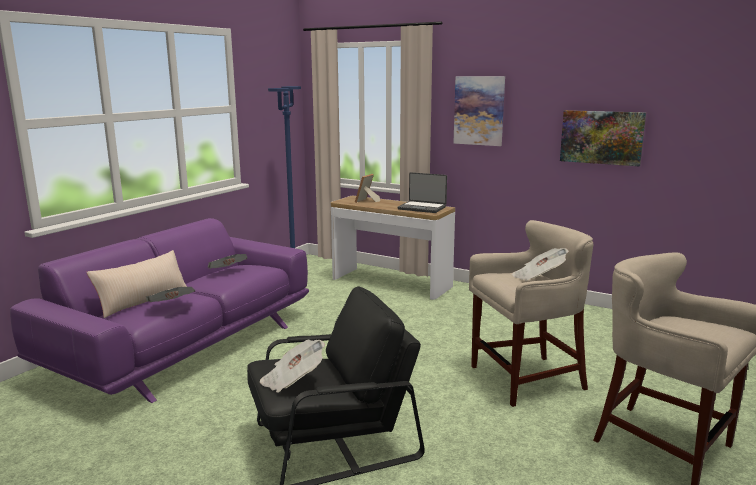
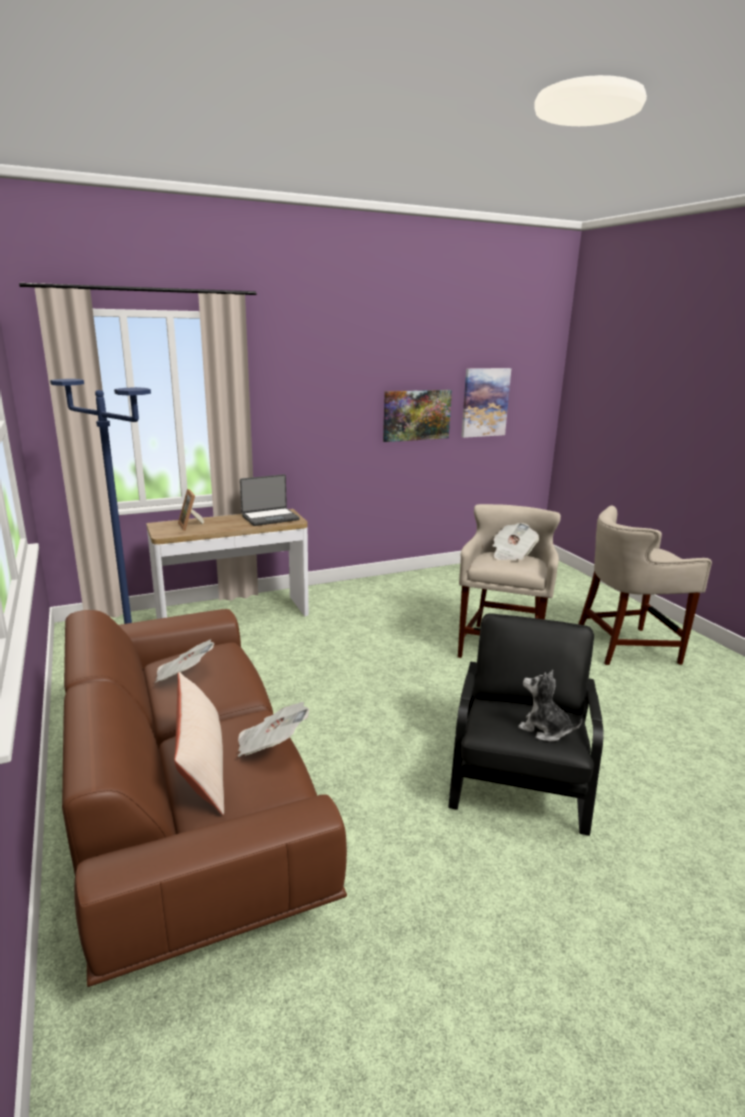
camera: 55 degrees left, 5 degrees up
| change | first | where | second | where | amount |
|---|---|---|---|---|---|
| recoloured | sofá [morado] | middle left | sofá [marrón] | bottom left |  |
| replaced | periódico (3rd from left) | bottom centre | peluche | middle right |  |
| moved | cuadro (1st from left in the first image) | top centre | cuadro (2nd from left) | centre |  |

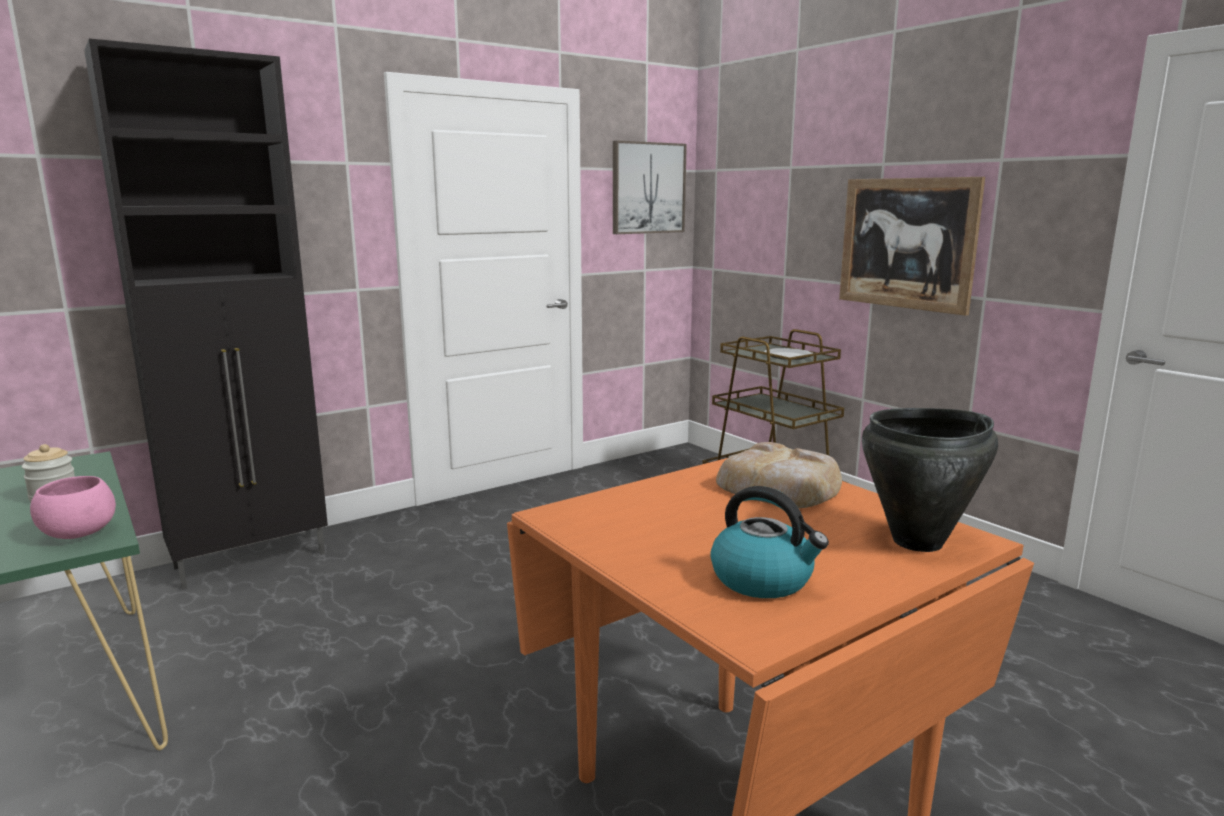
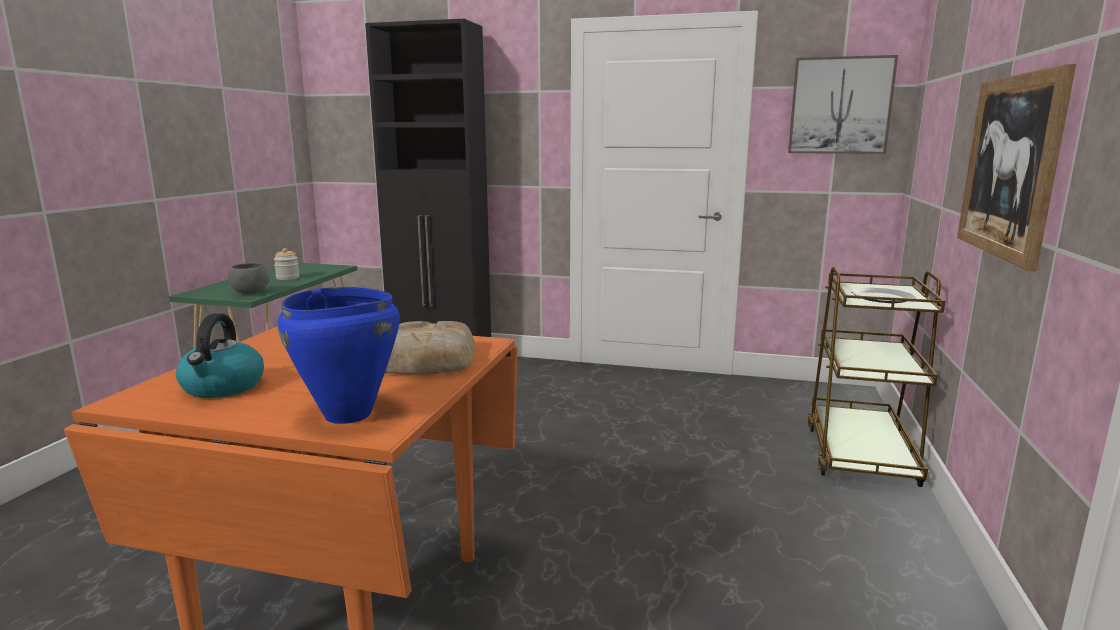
camera: 50 degrees right, 0 degrees up
| change | first | where | second | where | amount |
|---|---|---|---|---|---|
| recoloured | cuenco [rosa] | middle left | cuenco [gris] | middle left |  |
| recoloured | olla [negro] | middle right | olla [azul] | middle left |  |

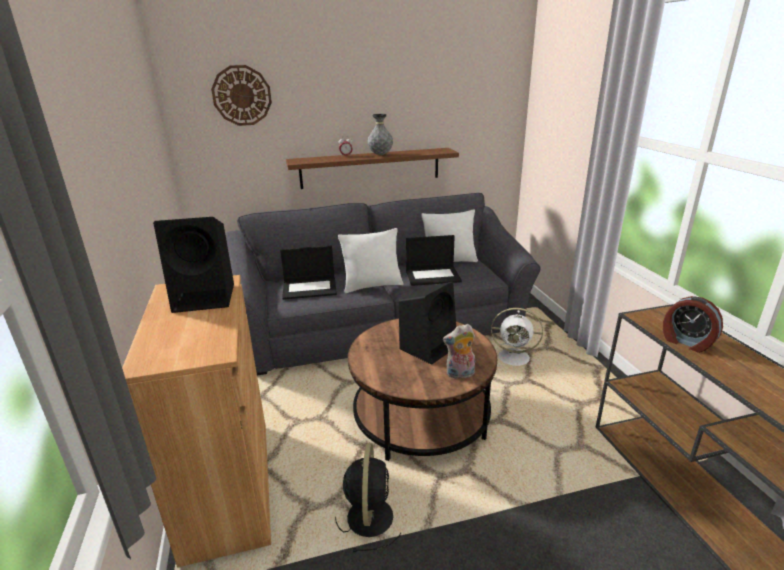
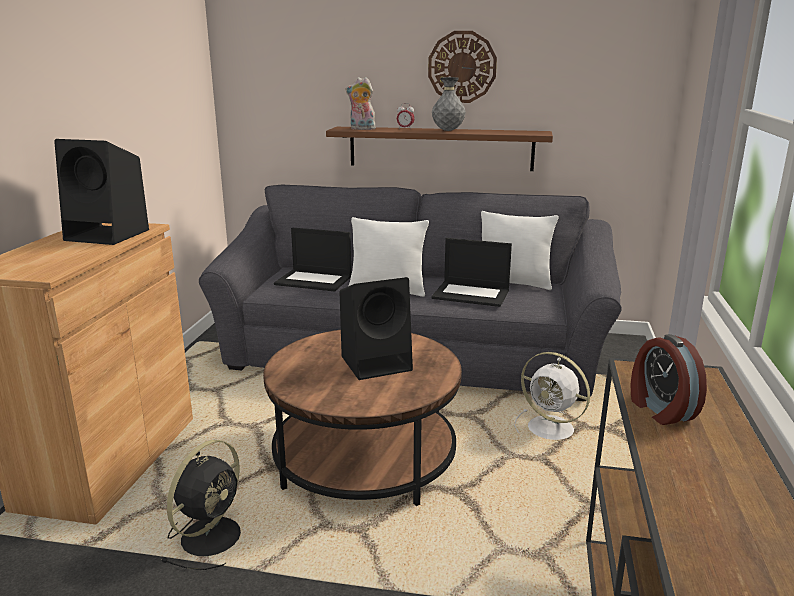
camera: 25 degrees right, 5 degrees down
| change | first | where | second | where | amount |
|---|---|---|---|---|---|
| moved | reloj de pared | top left |  | top centre |  |
| moved | peluche | centre |  | top centre |  |

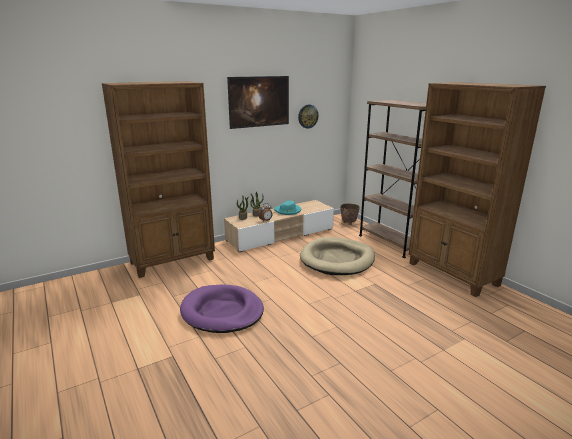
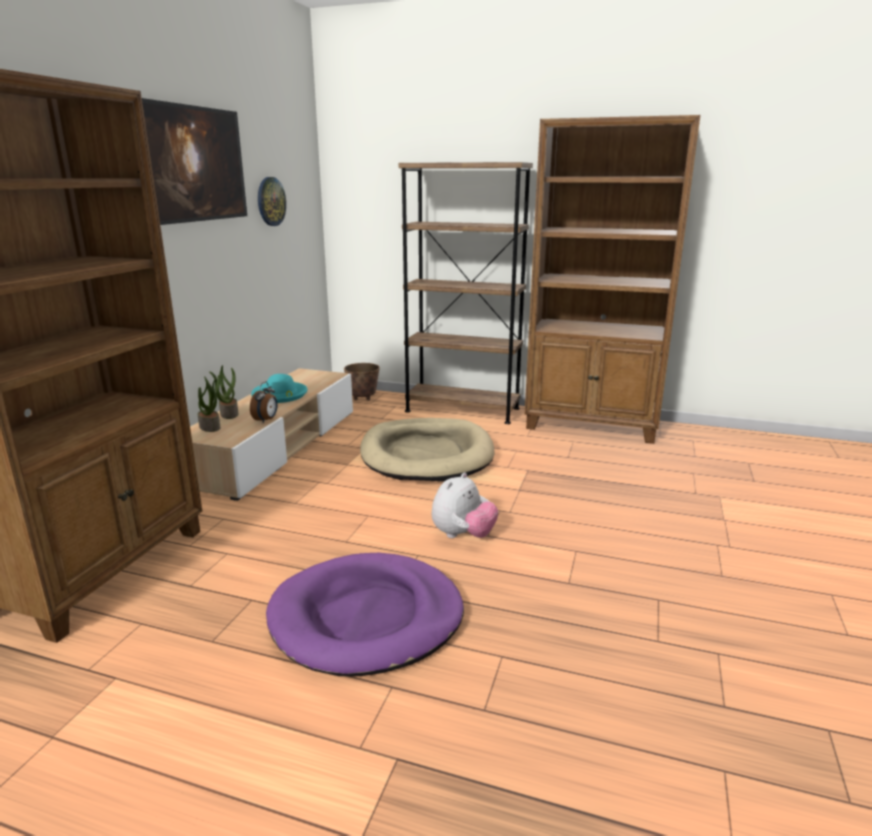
camera: 40 degrees left, 0 degrees up
| change | first | where | second | where | amount |
|---|---|---|---|---|---|
| added |  |  | peluche | centre |  |

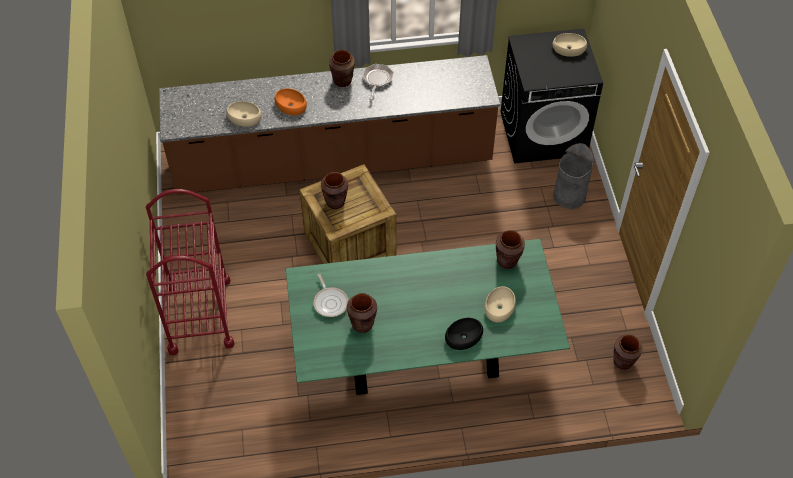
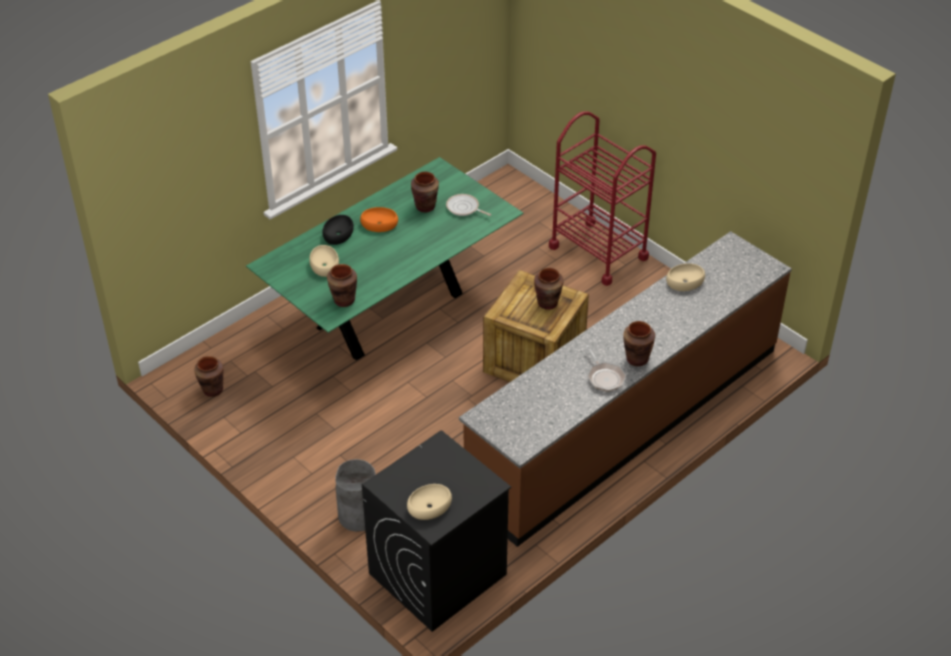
camera: 145 degrees right, 10 degrees down
| change | first | where | second | where | amount |
|---|---|---|---|---|---|
| moved | cuenco [naranja] | top centre |  | centre |  |

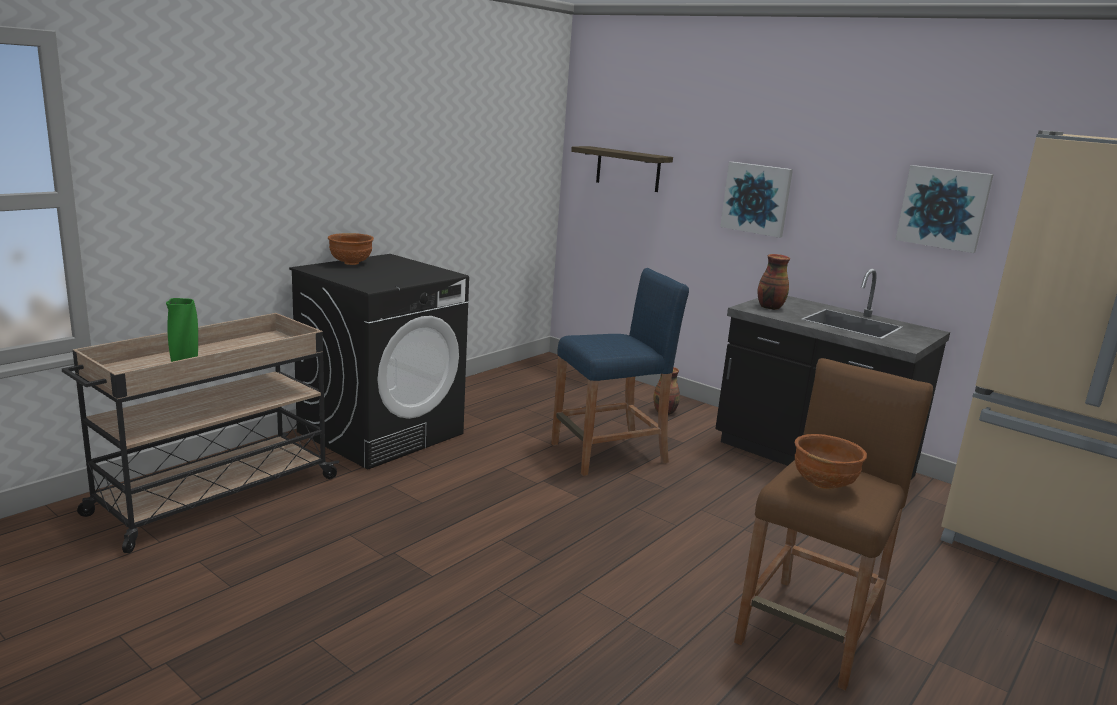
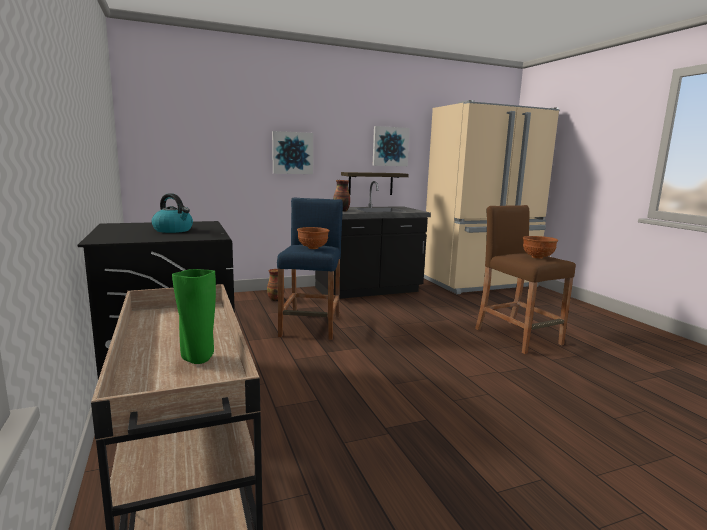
camera: 60 degrees left, 5 degrees down
| change | first | where | second | where | amount |
|---|---|---|---|---|---|
| moved | cuenco [marrón] (1st from left) | middle left |  | centre |  |
| moved | estante | top centre |  | centre |  |
| added |  |  | hervidor | middle left |  |

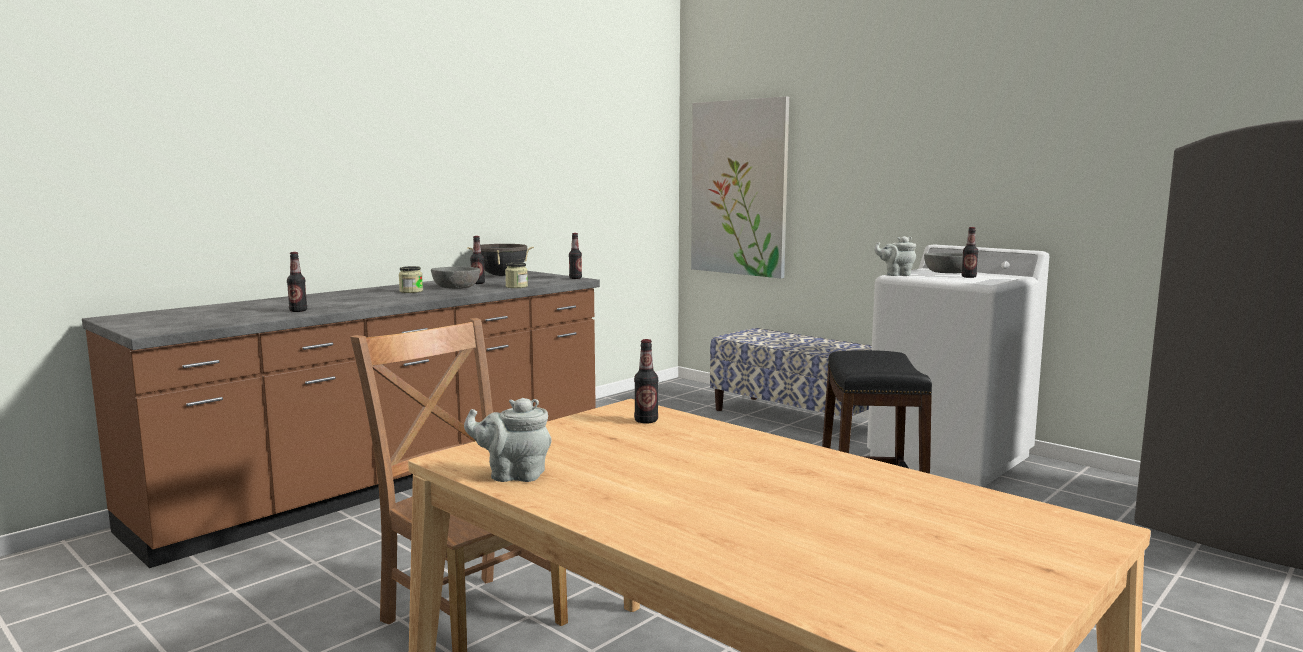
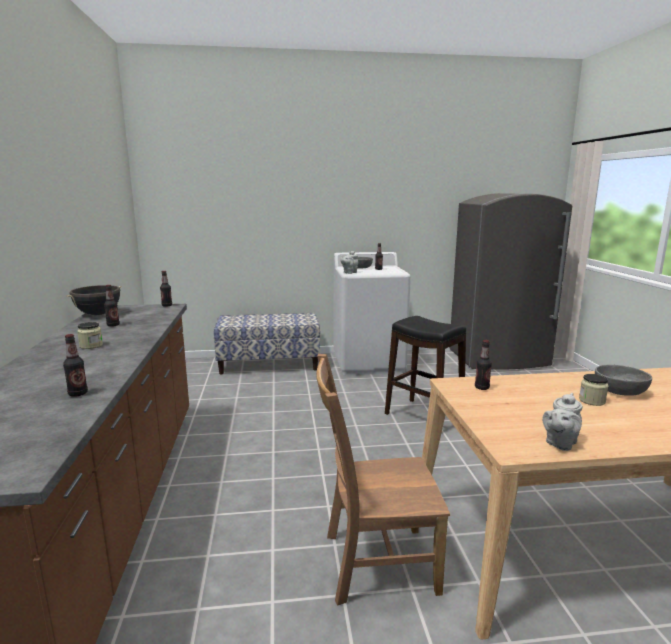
camera: 50 degrees left, 5 degrees up
| change | first | where | second | where | amount |
|---|---|---|---|---|---|
| moved | cuenco [gris] (1st from left in the first image) | centre | cuenco [gris] (2nd from left) | middle right |  |
| moved | tarro (2nd from left) | centre |  | middle right |  |
| removed | cuadro | top centre |  |  |  |

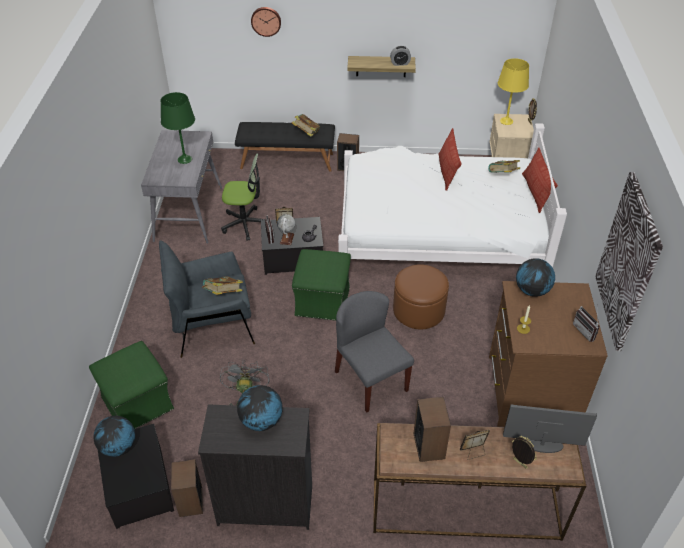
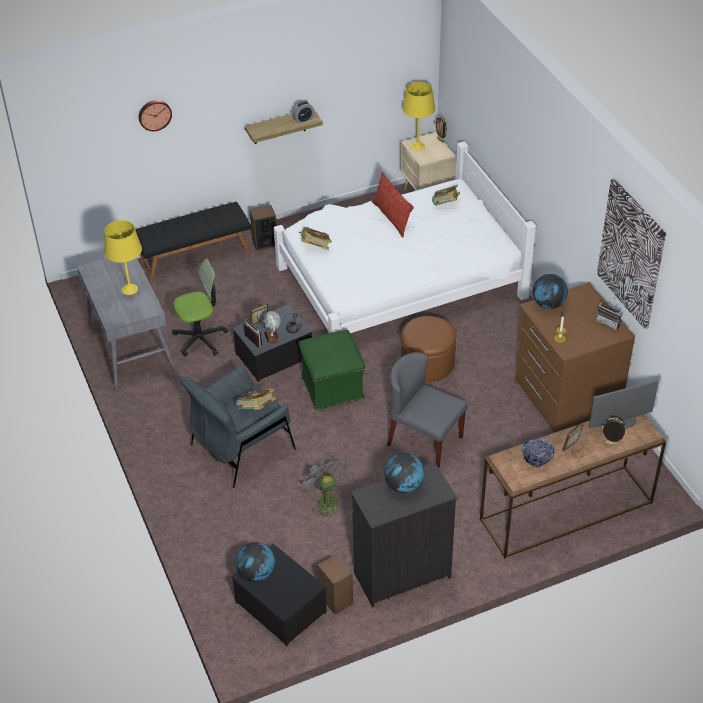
camera: 25 degrees left, 0 degrees up
| change | first | where | second | where | amount |
|---|---|---|---|---|---|
| removed | puf [verde] (1st from left) | bottom left |  |  |  |
| recoloured | lámpara de mesa [verde] | top left | lámpara de mesa [amarillo] (1st from left) | middle left |  |
| moved | libro (2nd from left) | top centre |  | centre |  |
| replaced | altavoz (3rd from left) | bottom centre | cuenco | middle right |  |
| removed | cojín (2nd from left) | top right |  |  |  |

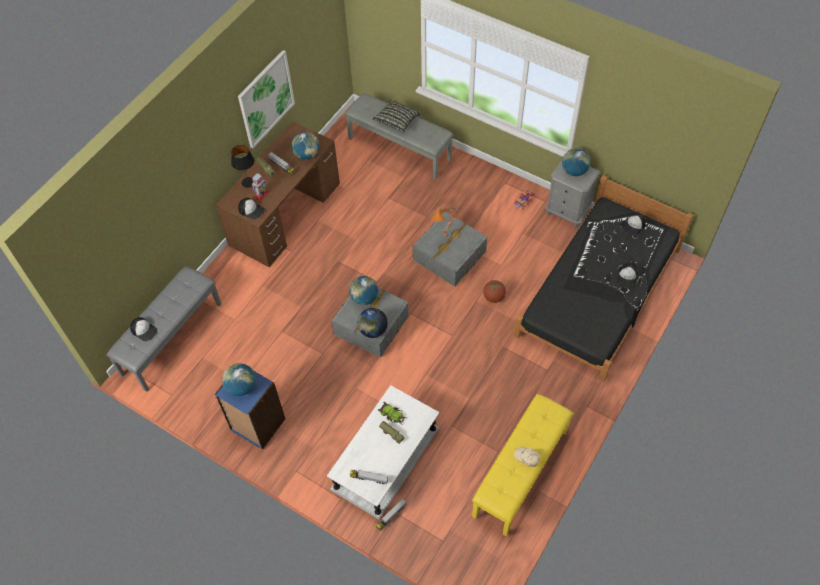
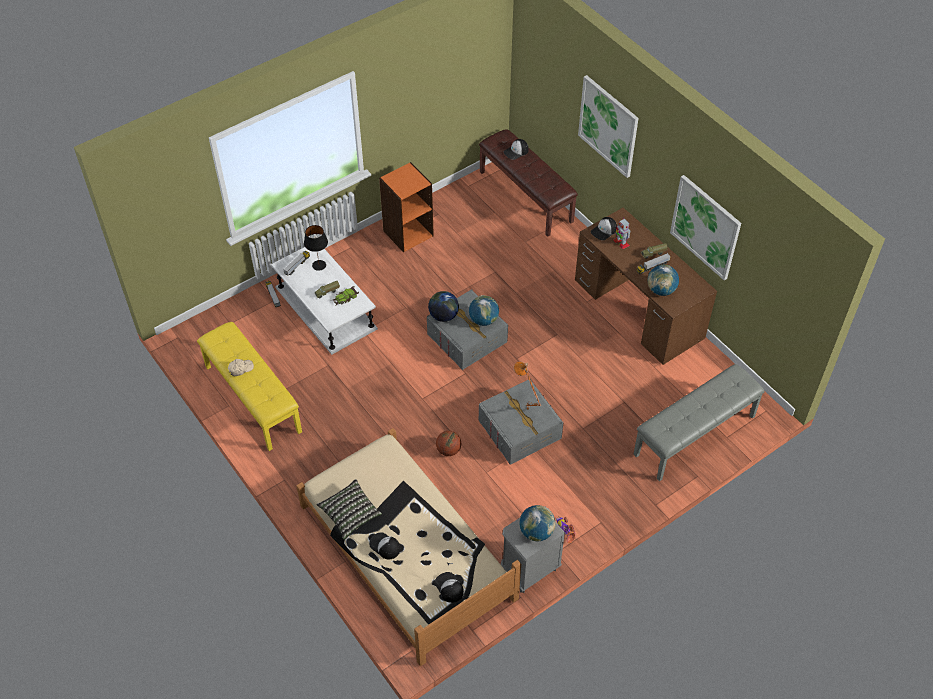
camera: 110 degrees right, 5 degrees down
| change | first | where | second | where | amount |
|---|---|---|---|---|---|
| recoloured | banco [gris] (1st from left) | middle left | banco [marrón] | top centre |  |
| recoloured | estantería [azul] | bottom left | estantería [naranja] | top centre |  |
| removed | globo terráqueo (1st from left) | middle left |  |  |  |
| moved | lámpara de mesa [negro] | top left |  | centre |  |
| moved | cojín | top centre |  | bottom centre |  |
| recoloured | cama [negro] | middle right | cama [beis] | bottom centre |  |
| added |  |  | cuadro (1st from left) | top centre |  |

